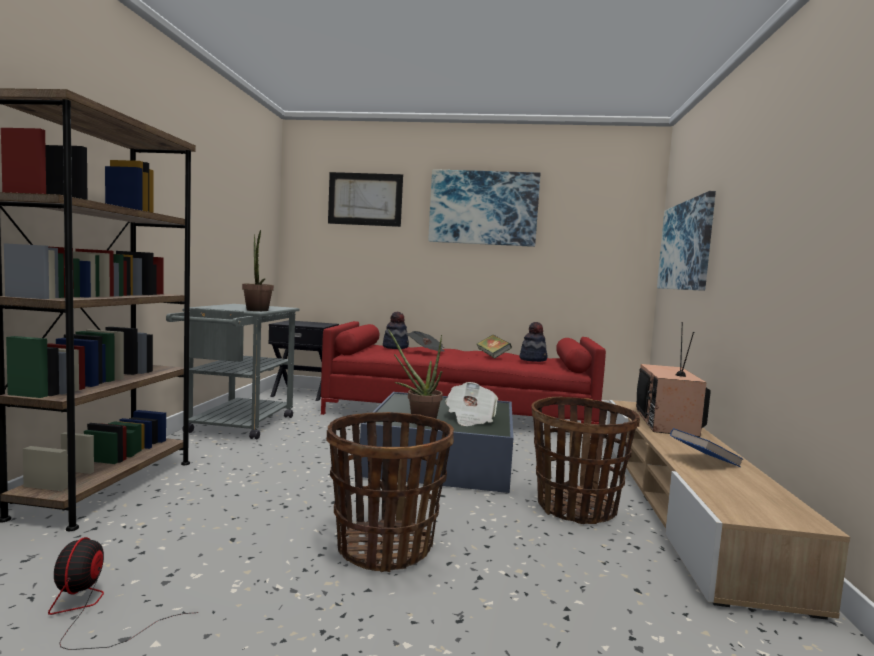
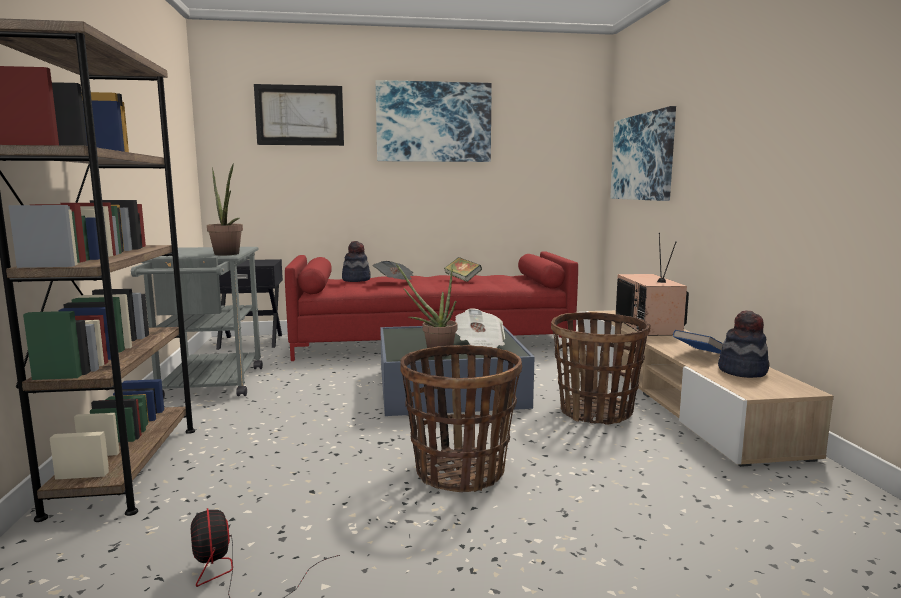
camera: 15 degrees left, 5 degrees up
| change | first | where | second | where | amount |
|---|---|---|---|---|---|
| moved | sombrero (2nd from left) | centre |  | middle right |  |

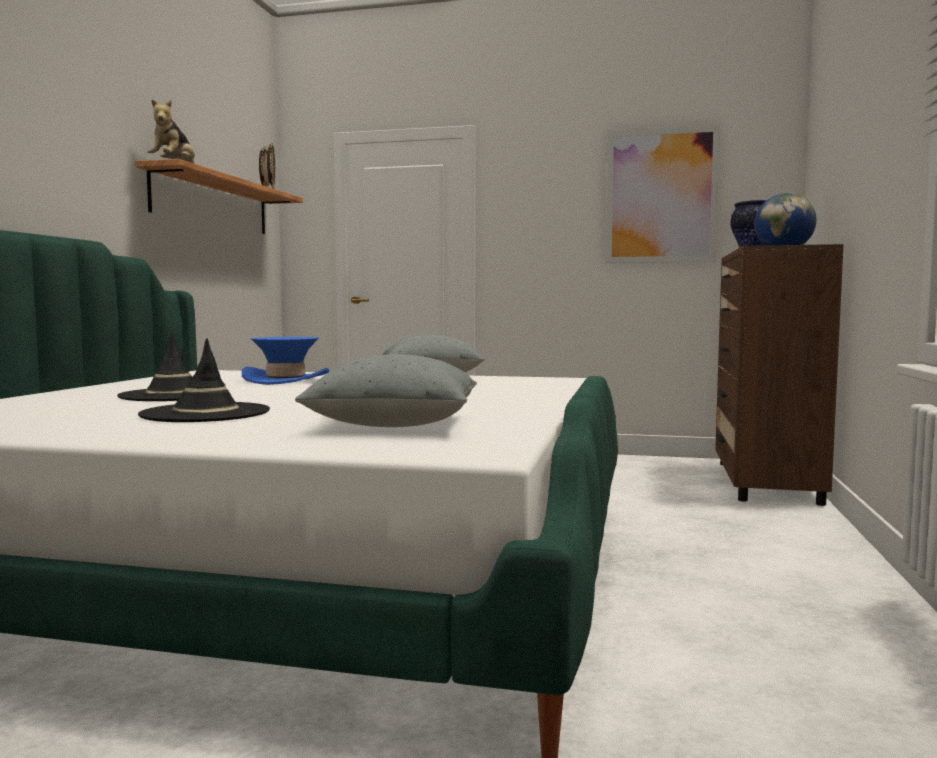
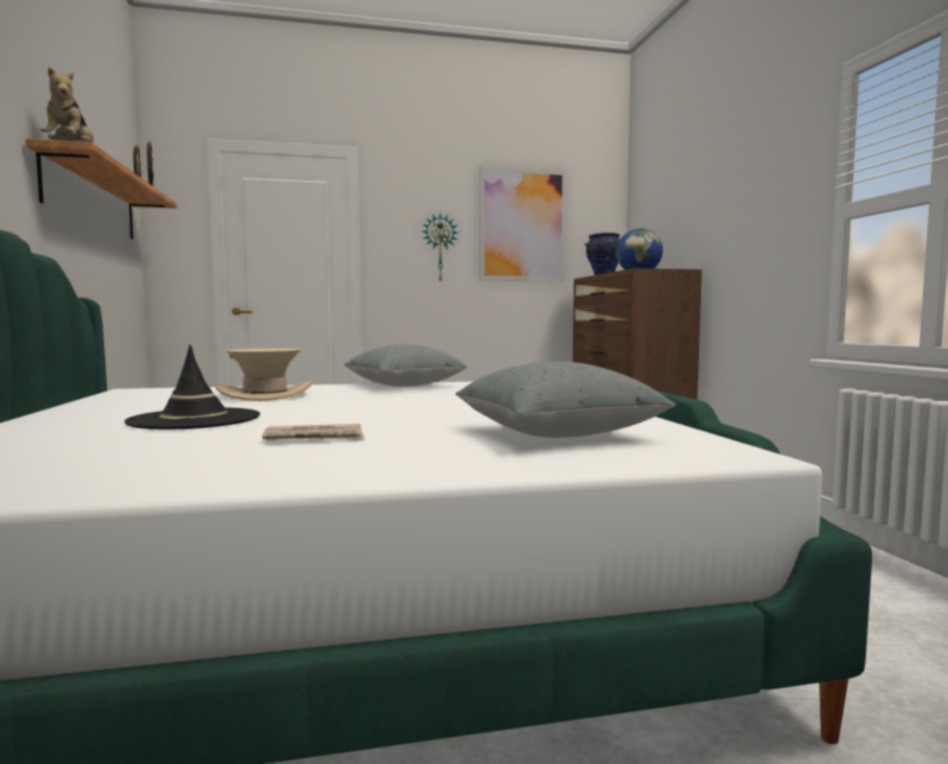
camera: 25 degrees left, 0 degrees up
| change | first | where | second | where | amount |
|---|---|---|---|---|---|
| replaced | sombrero [negro] (2nd from left) | middle left | periódico | middle left |  |
| recoloured | sombrero [azul] | middle left | sombrero [beis] | middle left |  |
| added |  |  | reloj de pared | top centre |  |

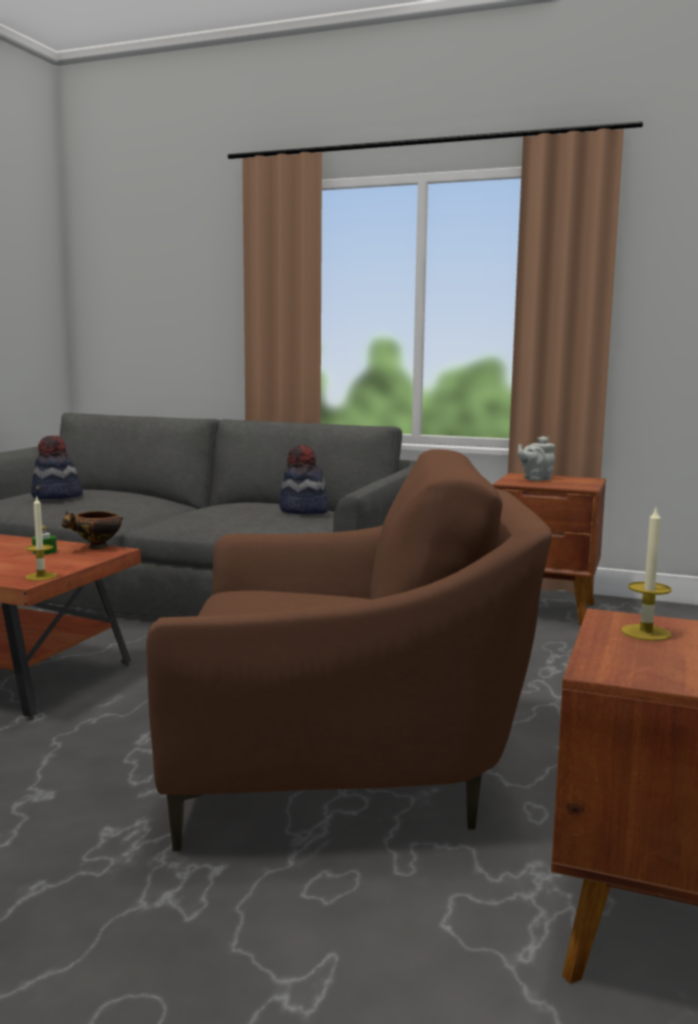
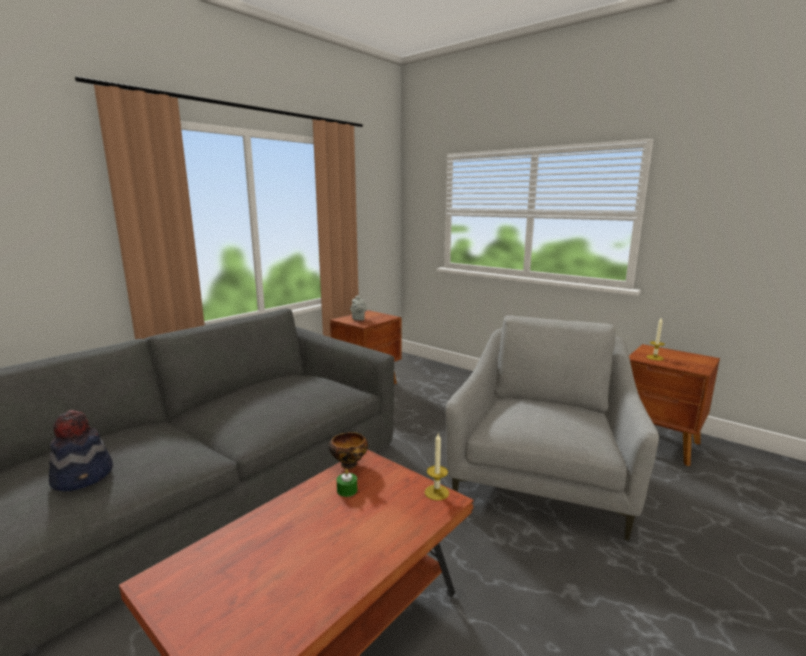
camera: 70 degrees left, 5 degrees up
| change | first | where | second | where | amount |
|---|---|---|---|---|---|
| recoloured | sillón [marrón] | centre | sillón [gris] | middle right |  |
| removed | sombrero (2nd from left) | centre |  |  |  |

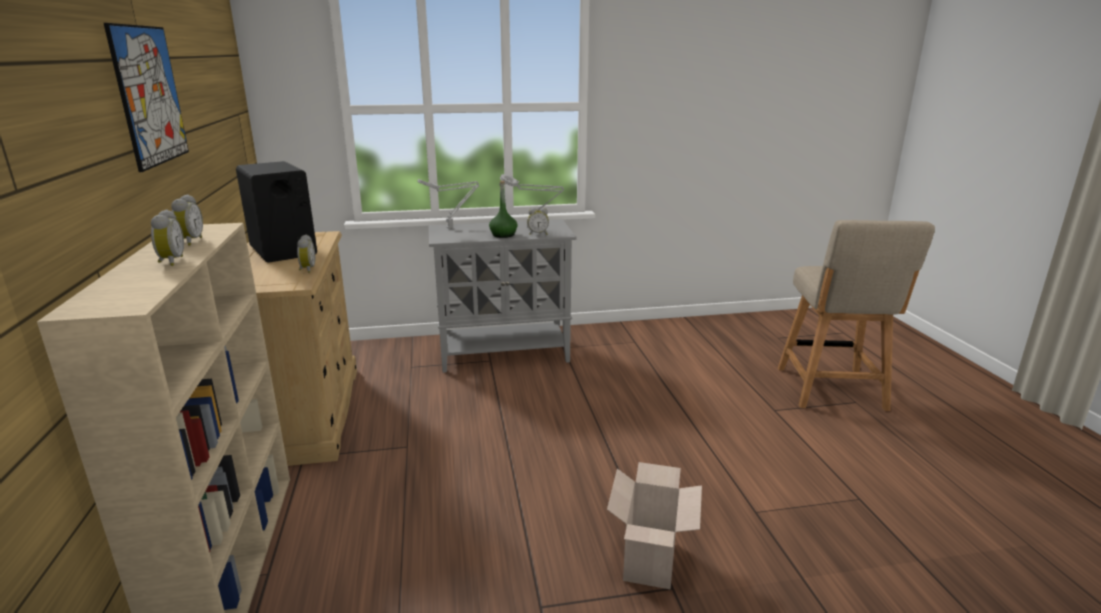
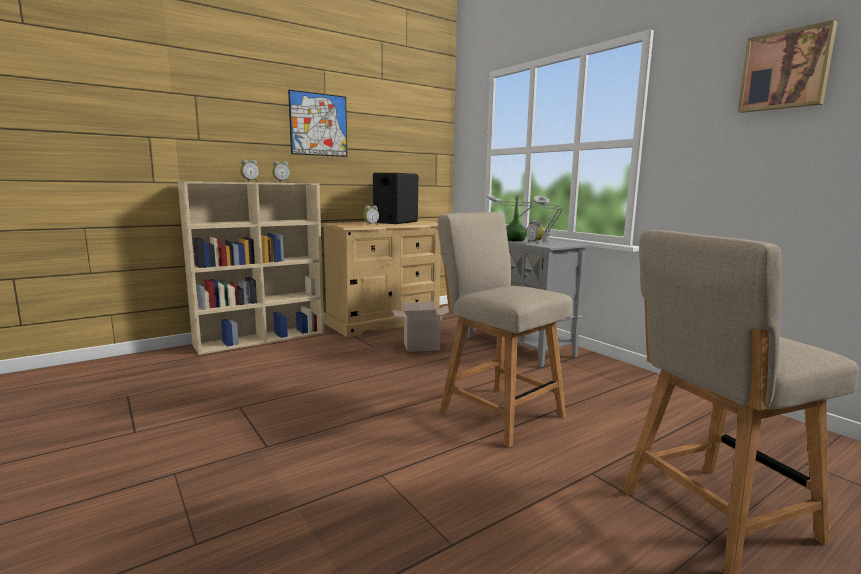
camera: 65 degrees right, 10 degrees down
| change | first | where | second | where | amount |
|---|---|---|---|---|---|
| moved | caja de cartón | bottom centre |  | centre |  |
| added |  |  | silla [beis] (1st from left) | centre |  |
| added |  |  | cuadro (2nd from left) | top right |  |

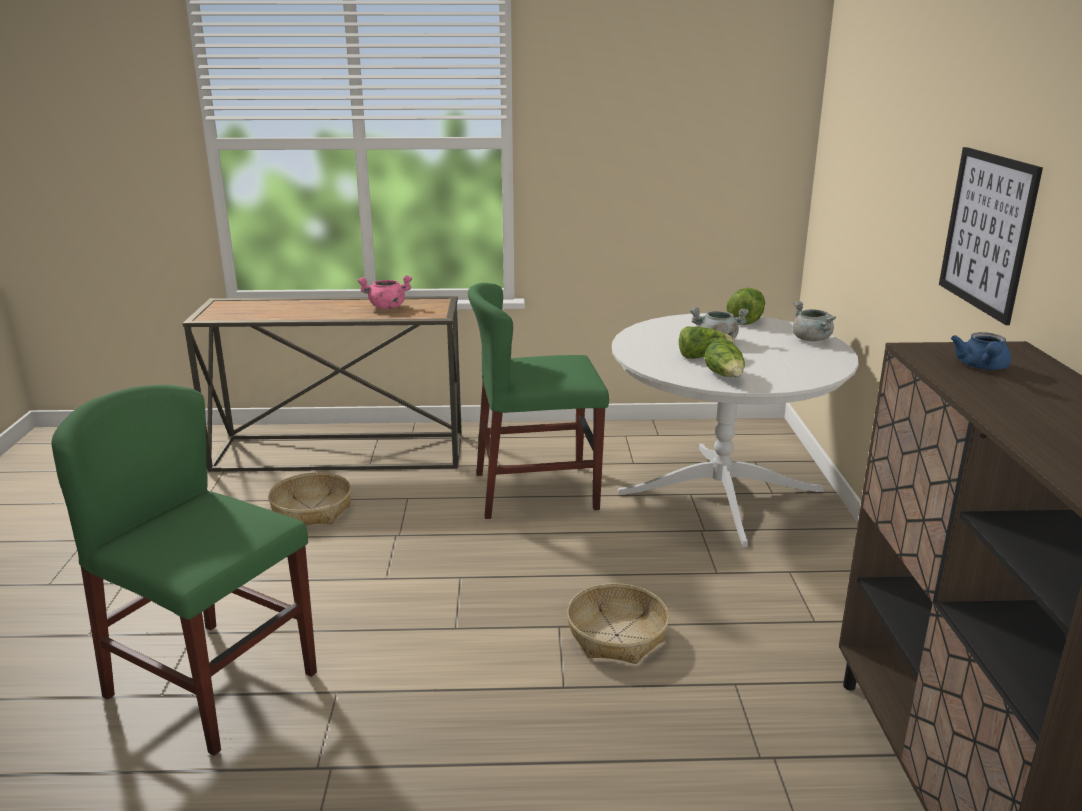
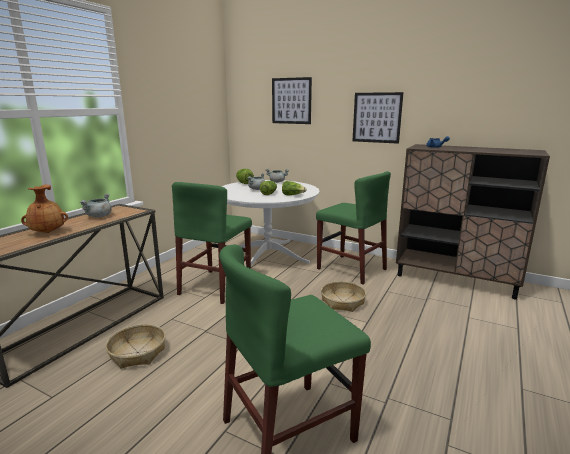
camera: 60 degrees left, 5 degrees down
| change | first | where | second | where | amount |
|---|---|---|---|---|---|
| recoloured | olla [rosa] | centre | olla [gris] (1st from left) | middle left |  |
| added |  |  | florero [marrón] | middle left |  |
| added |  |  | cuadro (1st from left) | top centre |  |
| added |  |  | silla [verde] (3rd from left) | centre |  |

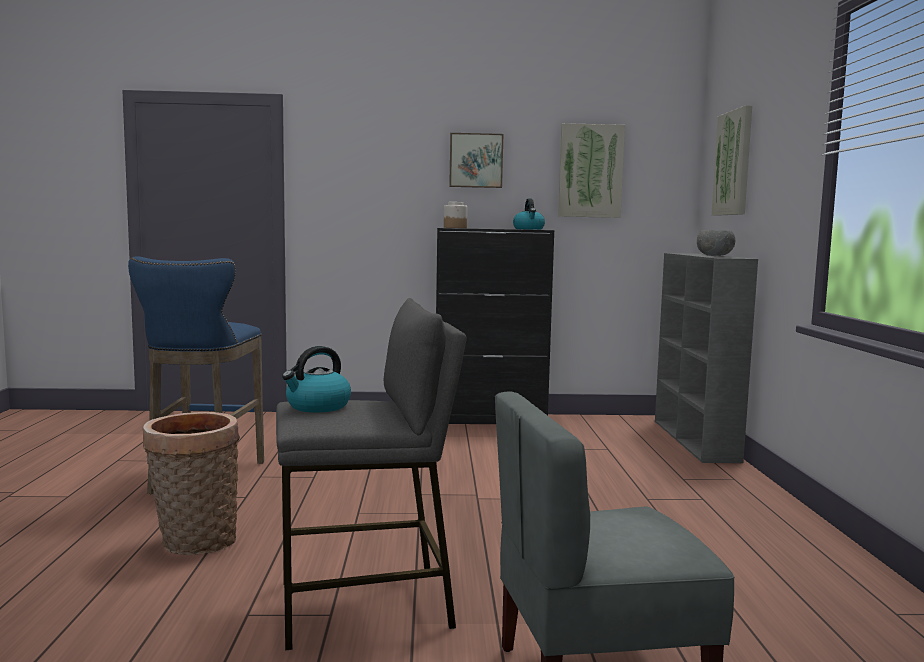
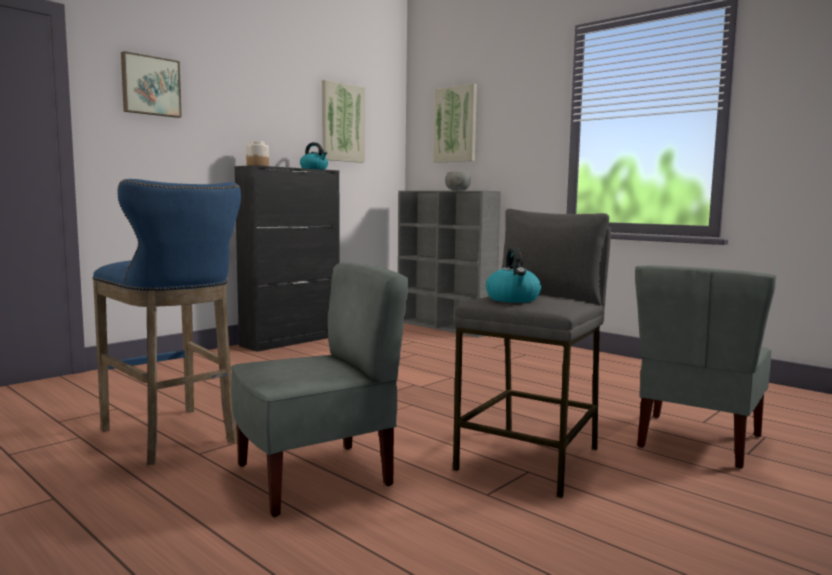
camera: 45 degrees left, 0 degrees up
| change | first | where | second | where | amount |
|---|---|---|---|---|---|
| replaced | cesta | bottom left | silla [gris] (1st from left) | bottom centre |  |
| moved | cuadro (1st from left) | top centre |  | top left |  |

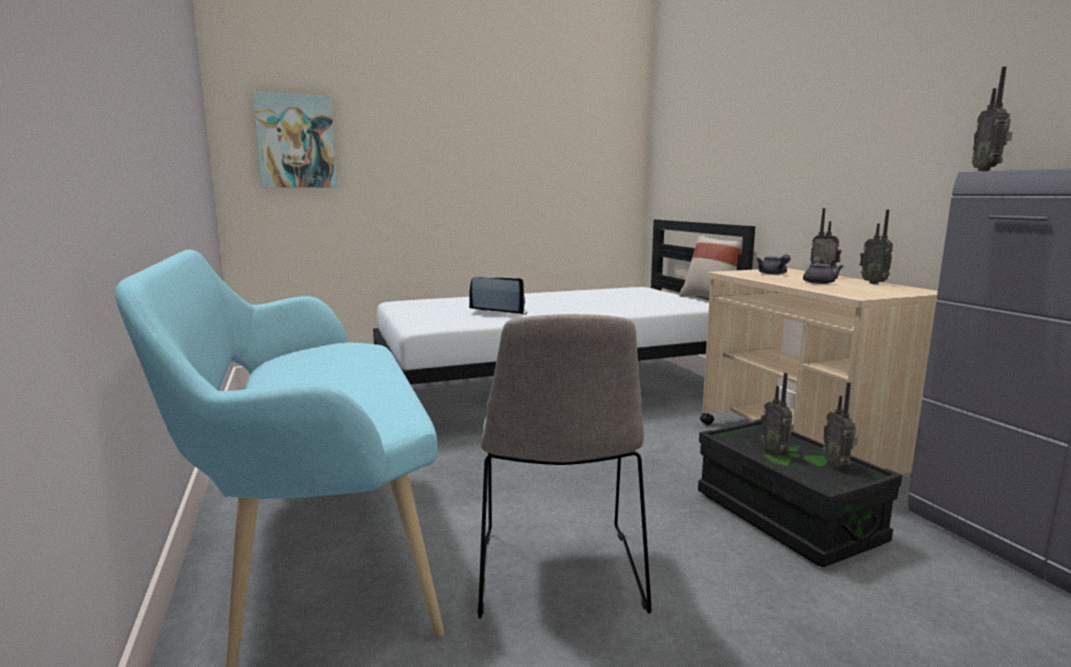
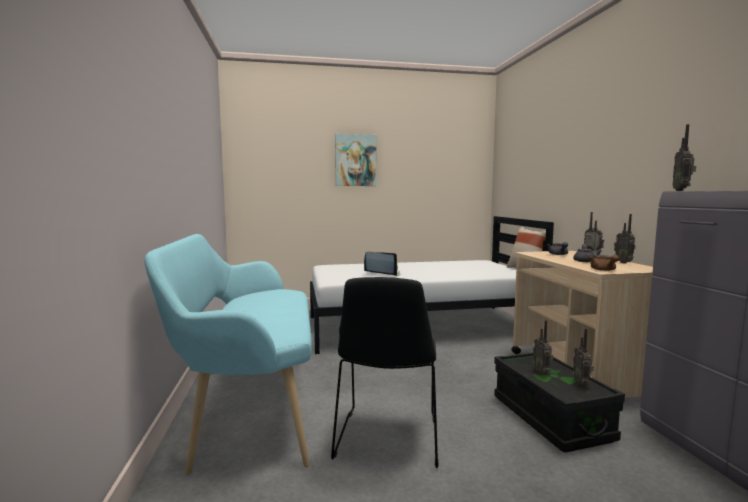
camera: 10 degrees right, 5 degrees down
| change | first | where | second | where | amount |
|---|---|---|---|---|---|
| moved | cuadro | top left |  | top centre |  |
| recoloured | silla [beis] | bottom centre | silla [negro] | bottom centre |  |
| added |  |  | tetera [marrón] | middle right |  |

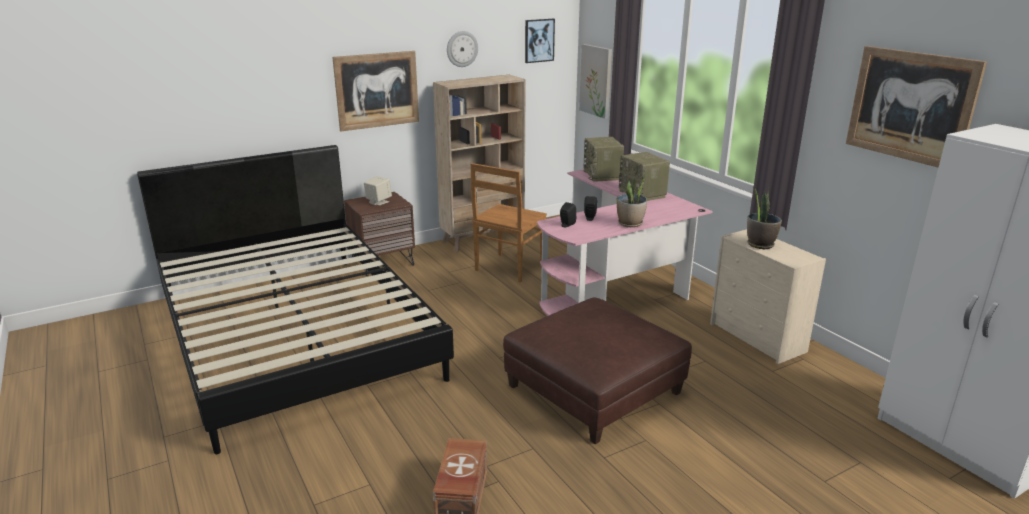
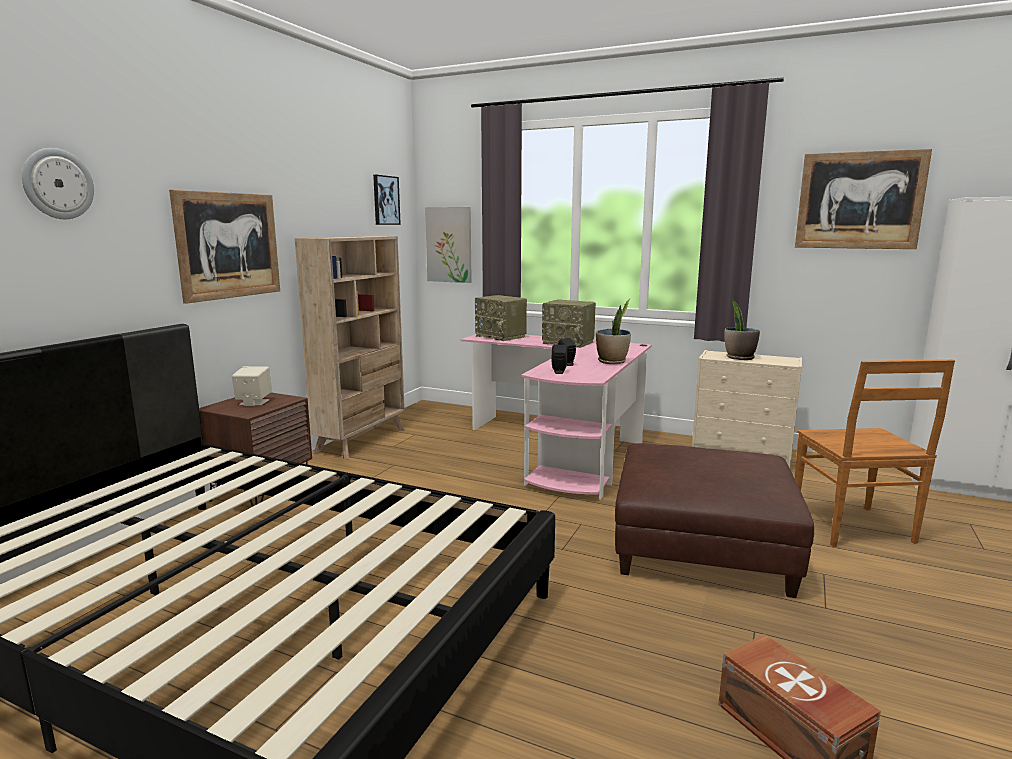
camera: 35 degrees left, 10 degrees down
| change | first | where | second | where | amount |
|---|---|---|---|---|---|
| moved | reloj de pared | top centre |  | top left |  |
| moved | silla [marrón] | centre |  | middle right |  |

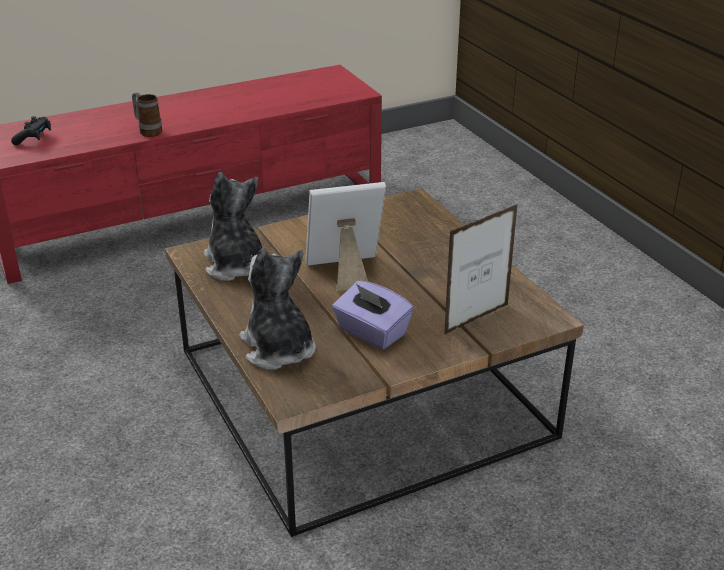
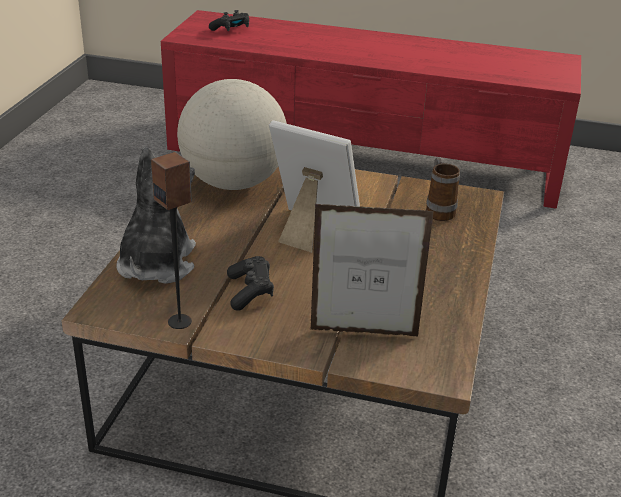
camera: 40 degrees right, 0 degrees up
| change | first | where | second | where | amount |
|---|---|---|---|---|---|
| moved | taza grande | top left |  | middle right |  |
| replaced | peluche (1st from left) | middle left | globo terráqueo | top centre |  |
| replaced | caja de pañuelos [morado] | centre | mando de consola [negro] (2nd from left) | centre |  |
| added |  |  | altavoz | middle left |  |

